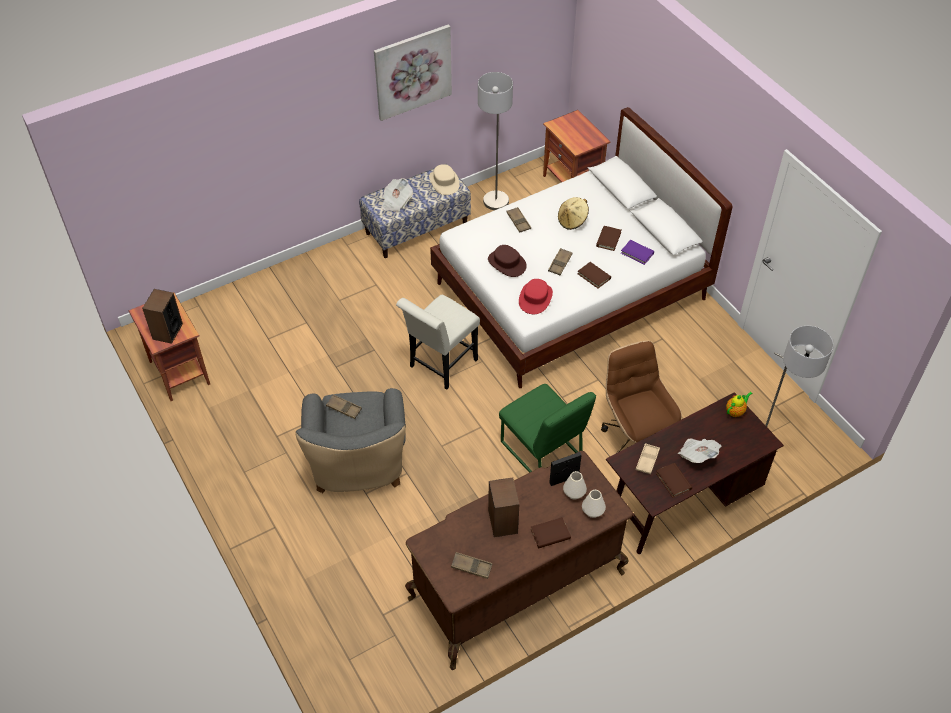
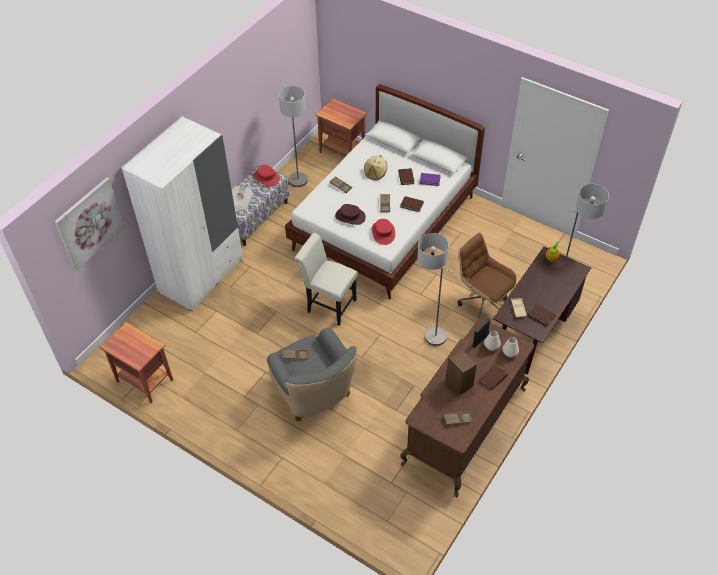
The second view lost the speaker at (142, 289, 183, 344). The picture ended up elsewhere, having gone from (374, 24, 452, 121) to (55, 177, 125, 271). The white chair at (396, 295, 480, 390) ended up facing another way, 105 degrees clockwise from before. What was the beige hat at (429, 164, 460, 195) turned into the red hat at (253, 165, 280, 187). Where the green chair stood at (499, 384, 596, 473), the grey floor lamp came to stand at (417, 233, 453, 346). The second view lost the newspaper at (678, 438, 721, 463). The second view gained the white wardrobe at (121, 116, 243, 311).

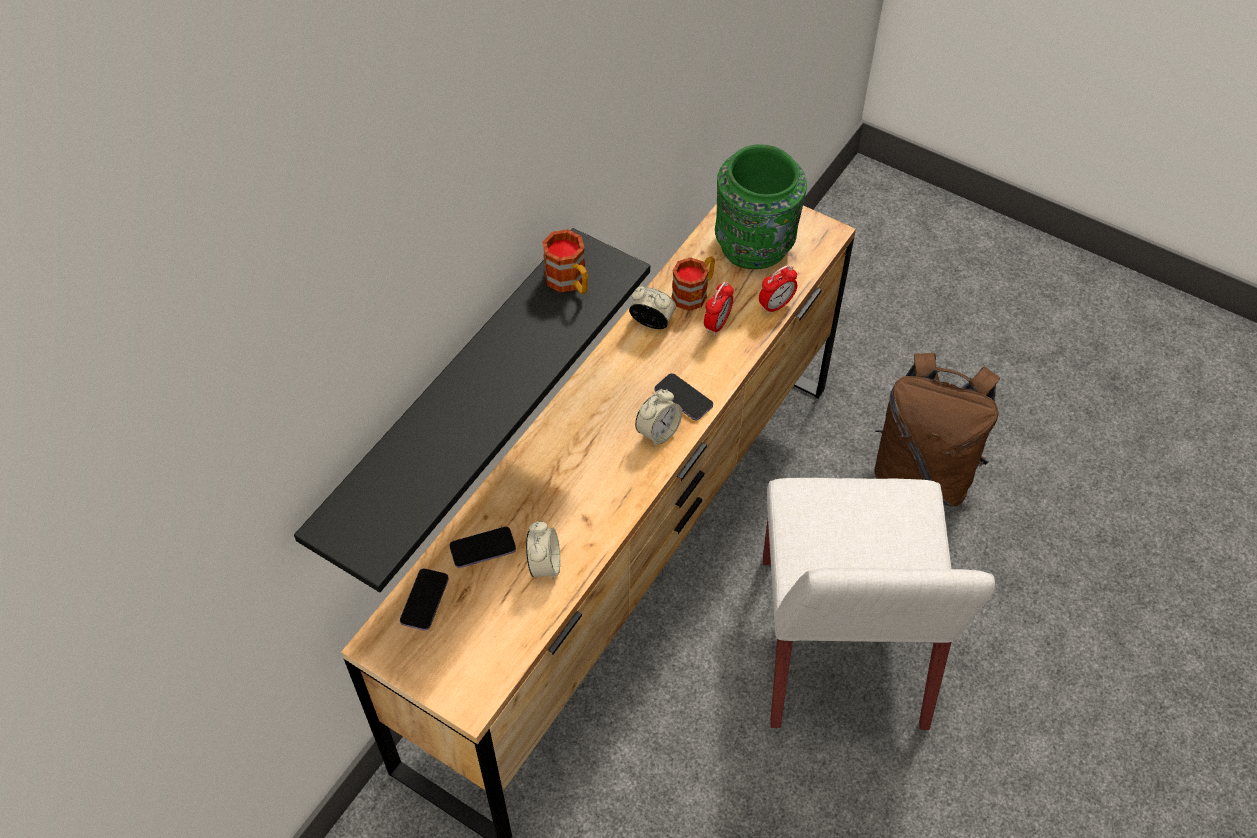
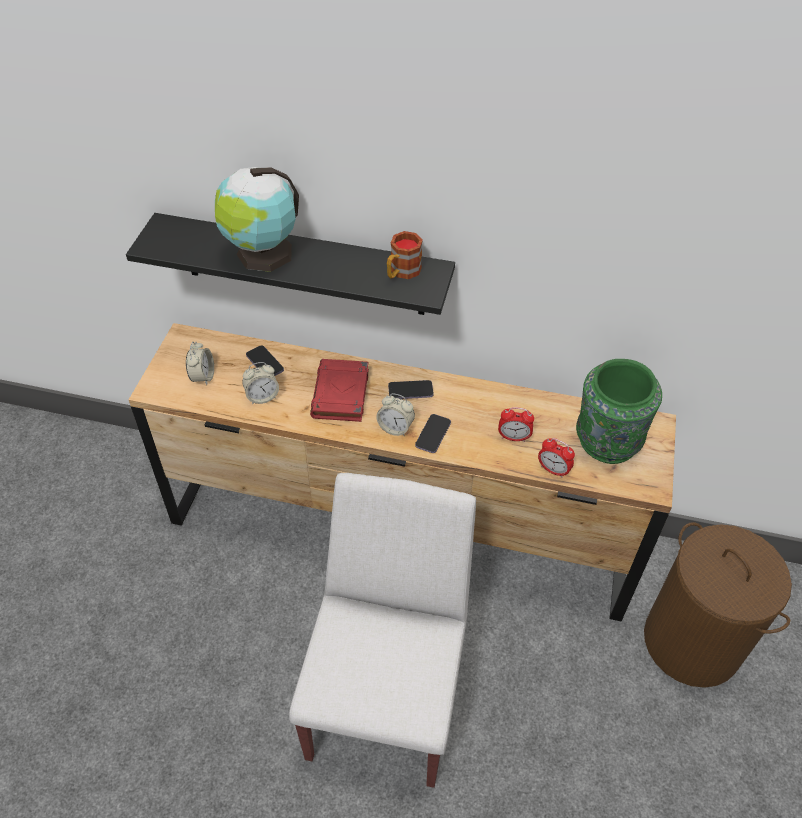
The phone ended up elsewhere, having gone from (400, 568, 449, 631) to (388, 380, 433, 399). The alarm clock ended up elsewhere, having gone from (629, 286, 676, 329) to (186, 342, 214, 385). The second view lost the mug at (672, 256, 715, 311). The white chair at (763, 478, 995, 730) ended up facing another way, 120 degrees clockwise from before. The second view lost the brown backpack at (874, 353, 1000, 507). The second view gained the globe at (215, 167, 299, 272). The second view gained the red book at (310, 359, 369, 422). The second view gained the brown laundry basket at (644, 522, 792, 688).

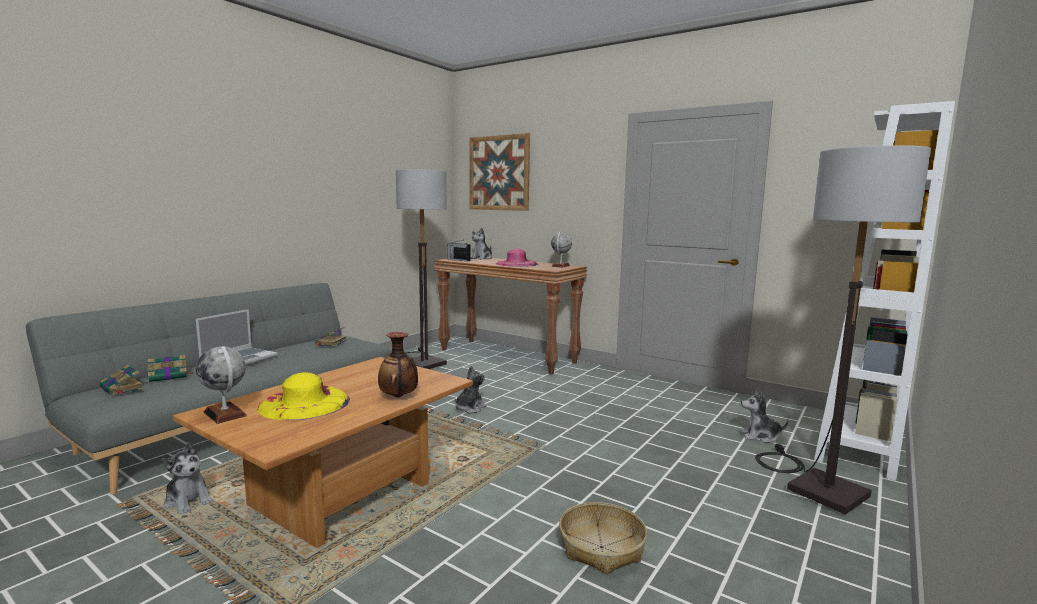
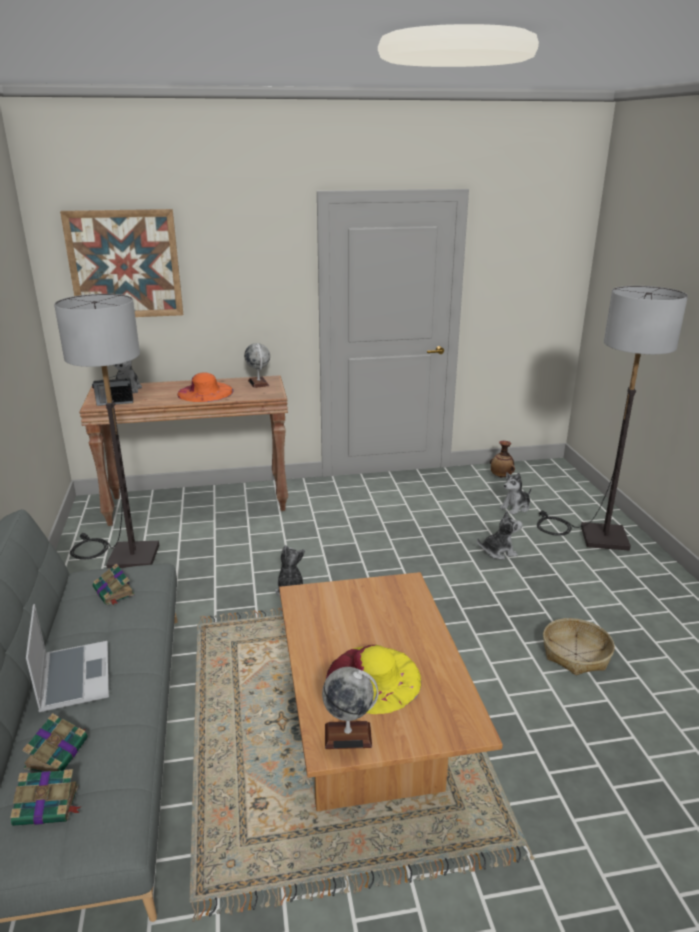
The plush toy ended up elsewhere, having gone from (162, 442, 213, 514) to (477, 511, 523, 560). The vase ended up elsewhere, having gone from (378, 332, 418, 398) to (490, 441, 515, 478). What was the pink hat at (496, 249, 538, 267) turned into the orange hat at (177, 372, 234, 402). The second view lost the white bookcase at (814, 101, 955, 481).

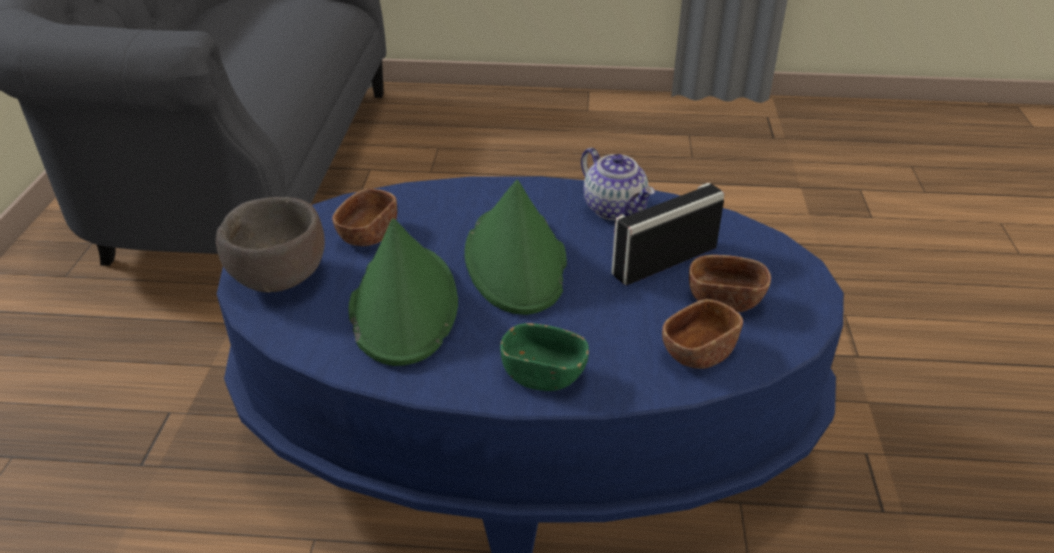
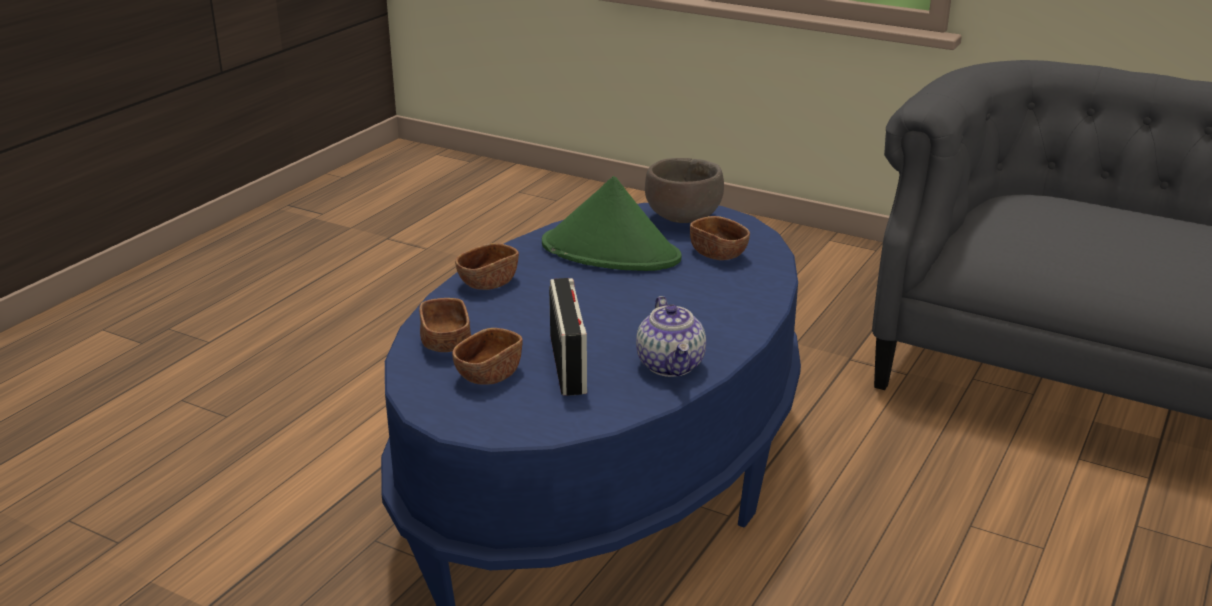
The second view lost the green hat at (464, 180, 567, 315). What was the green bowl at (500, 323, 589, 391) turned into the brown bowl at (455, 243, 519, 290). The teapot at (581, 148, 655, 220) ended up facing another way, 90 degrees counterclockwise from before.

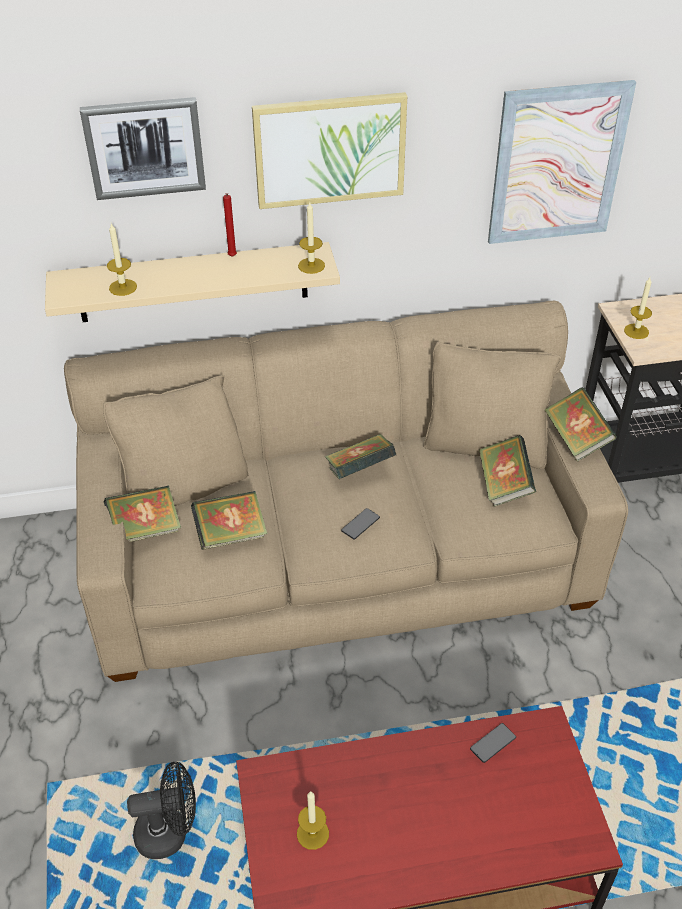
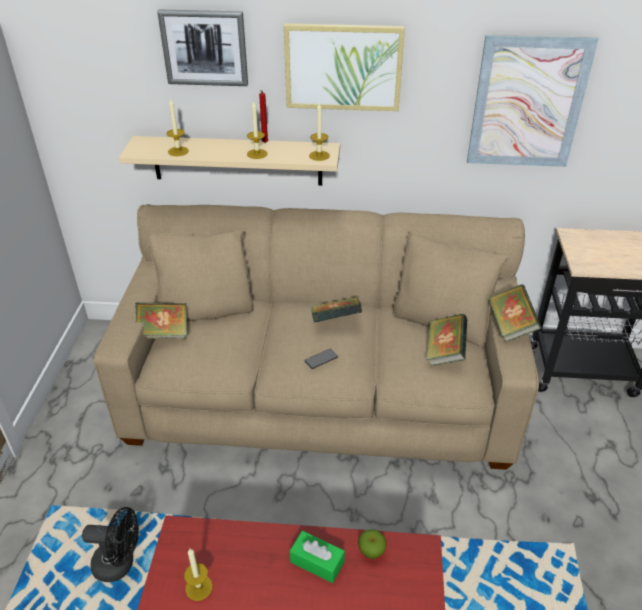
The second view lost the book at (191, 491, 268, 550). Where the phone stood at (470, 723, 516, 763), the apple came to stand at (358, 529, 386, 559). The candle ended up elsewhere, having gone from (624, 277, 652, 339) to (247, 100, 267, 159). The second view gained the green tissue box at (290, 531, 345, 583).

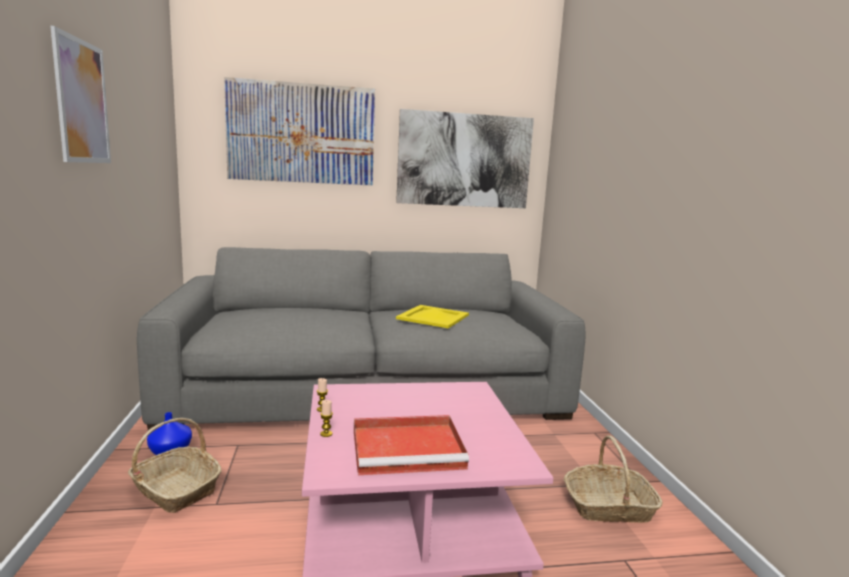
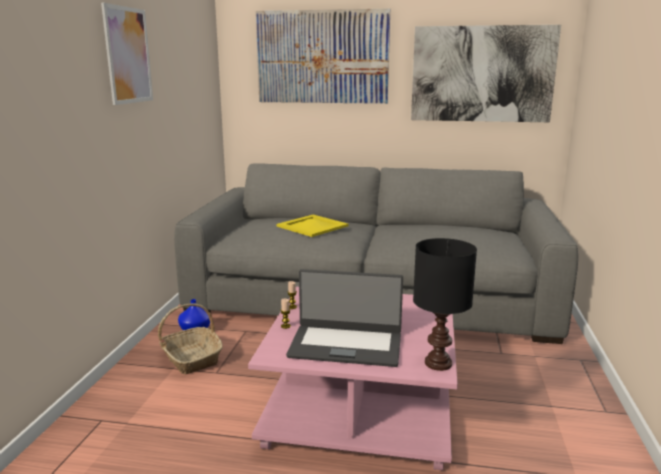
Where the red tray stood at (354, 415, 469, 475), the laptop came to stand at (286, 269, 403, 367). The yellow tray ended up elsewhere, having gone from (396, 305, 469, 328) to (277, 215, 348, 237). The second view lost the basket at (563, 435, 663, 523). The second view gained the black table lamp at (413, 238, 477, 371).

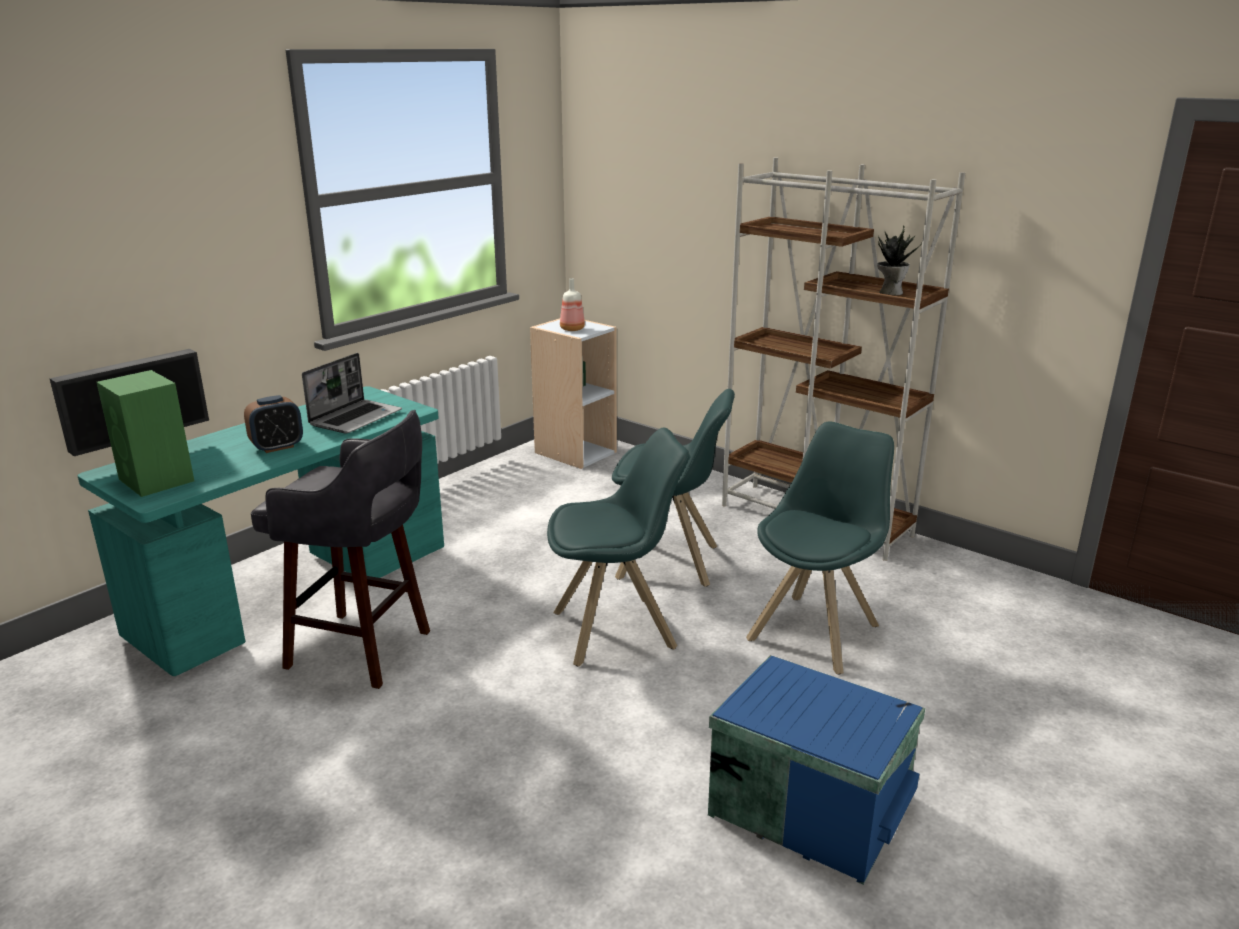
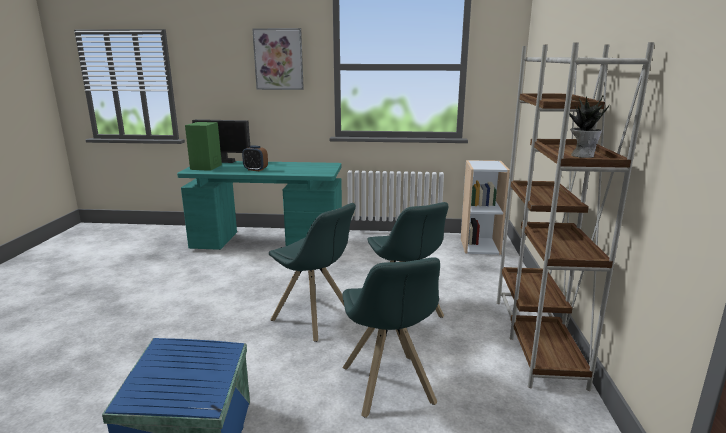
The second view lost the grey stool at (251, 410, 430, 689). The second view lost the laptop at (302, 353, 402, 434). The second view lost the bottle at (560, 278, 585, 331). The turquoise chair at (746, 421, 894, 674) ended up facing another way, 75 degrees clockwise from before. The second view gained the picture at (252, 28, 304, 90).

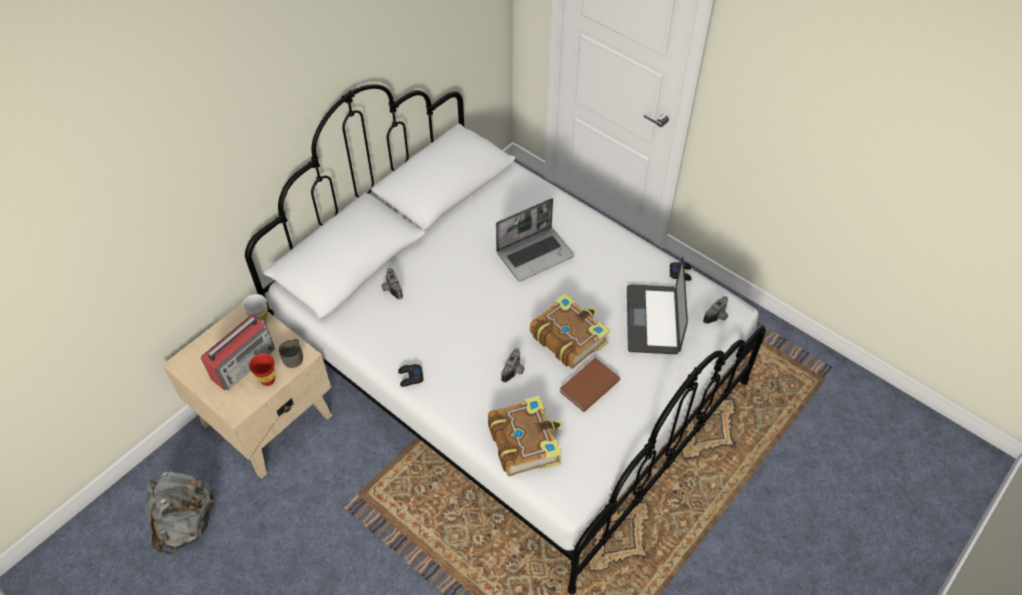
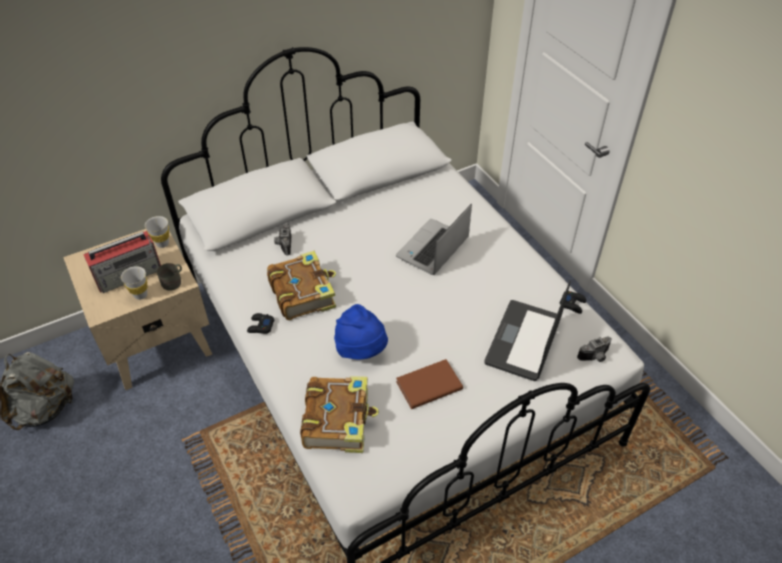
What was the red cup at (249, 353, 275, 386) turned into the white cup at (121, 266, 147, 300). The laptop at (496, 198, 574, 281) ended up facing another way, 135 degrees clockwise from before. Where the photo camera stood at (501, 348, 524, 382), the blue hat came to stand at (334, 304, 388, 359). The book ended up elsewhere, having gone from (530, 293, 610, 369) to (267, 251, 336, 320).

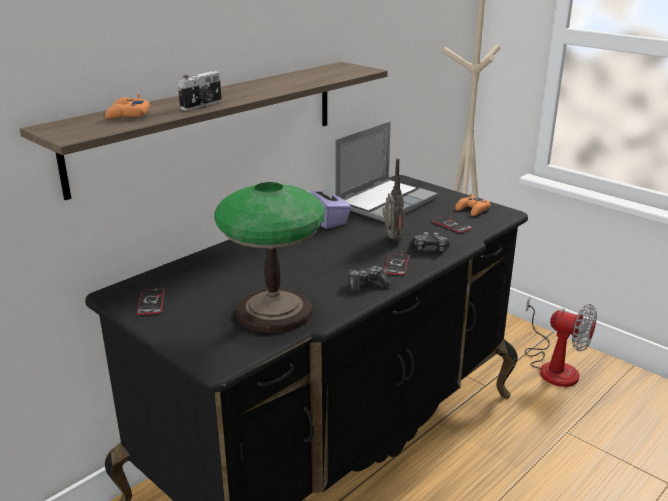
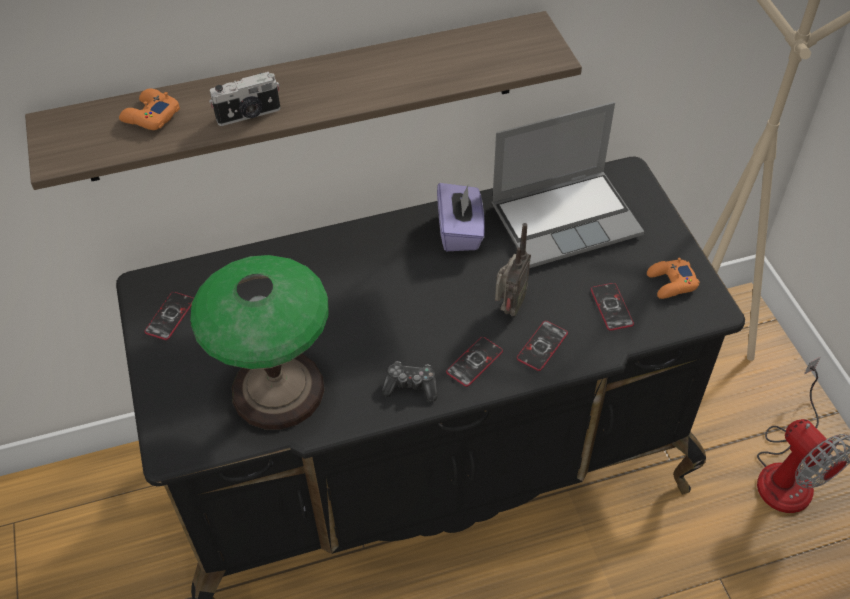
Where the game controller stood at (410, 232, 450, 251), the phone came to stand at (517, 321, 568, 371).

